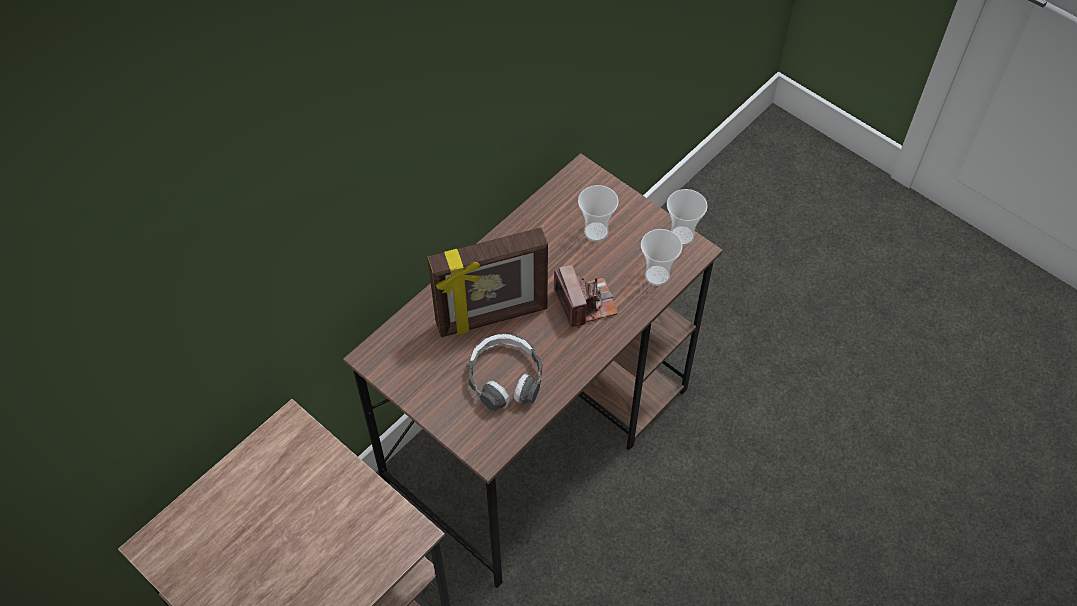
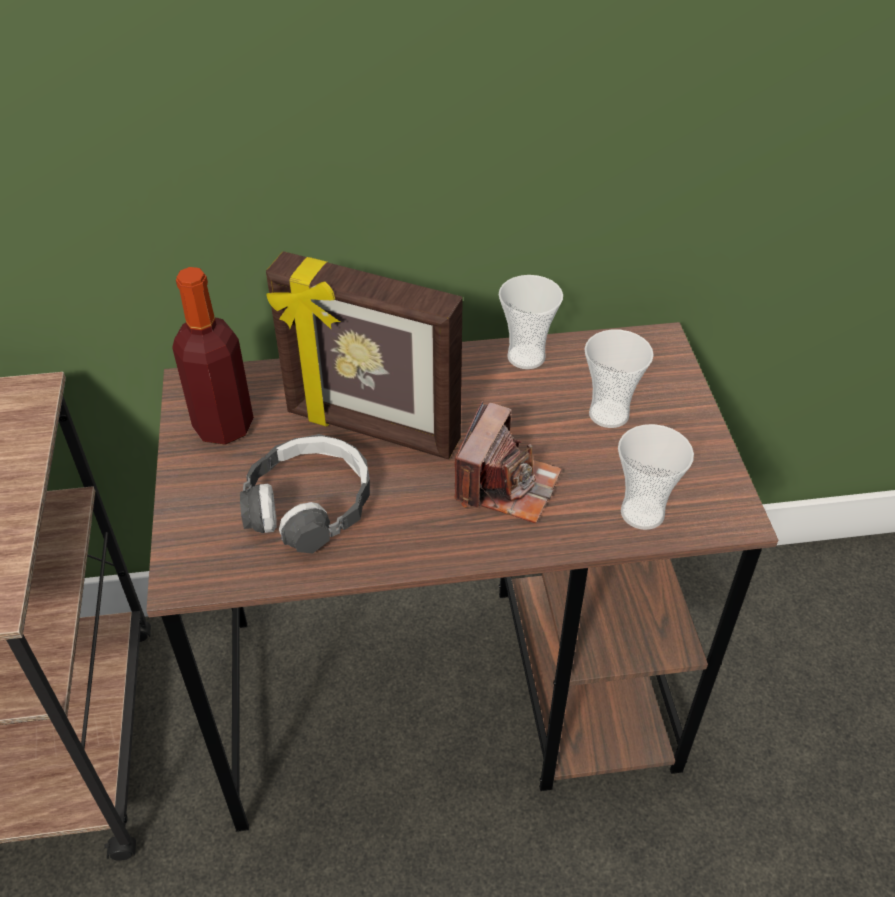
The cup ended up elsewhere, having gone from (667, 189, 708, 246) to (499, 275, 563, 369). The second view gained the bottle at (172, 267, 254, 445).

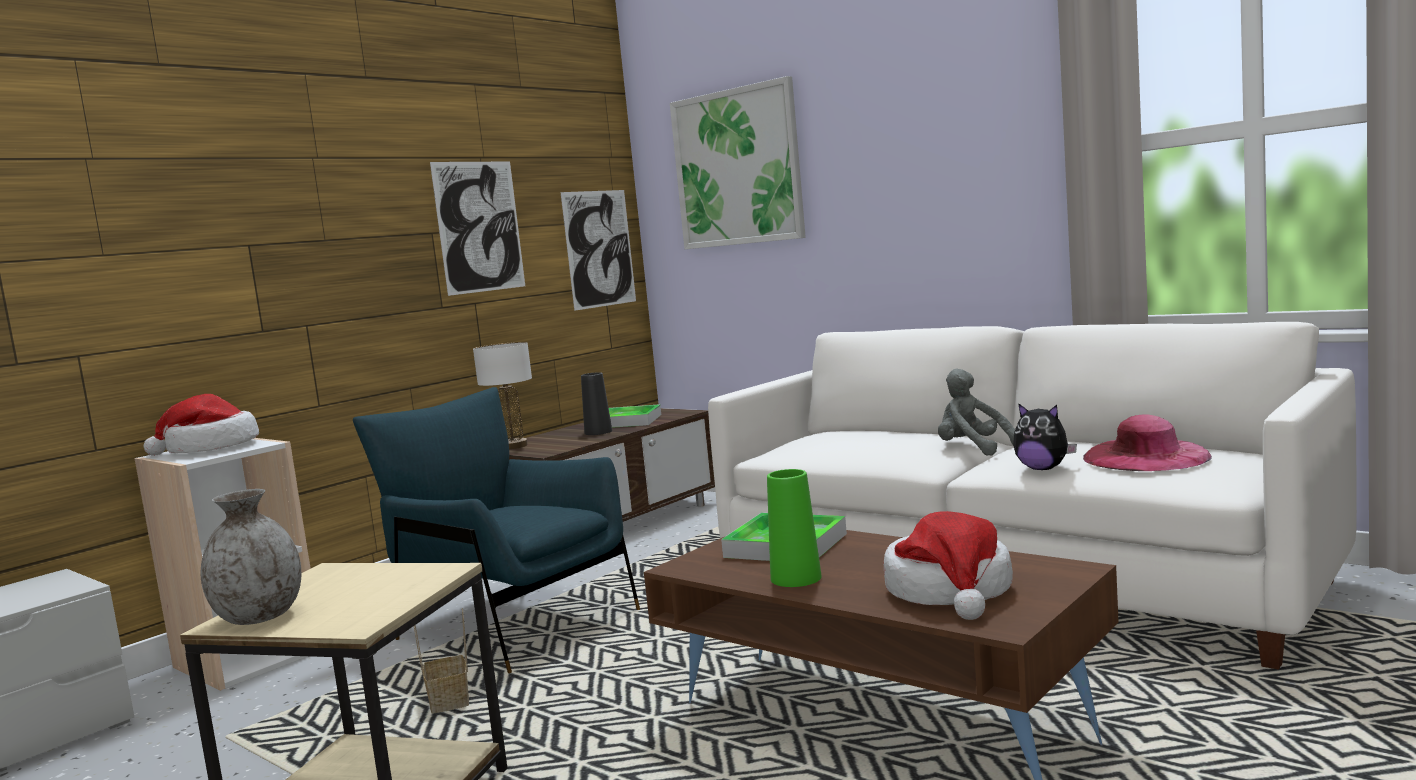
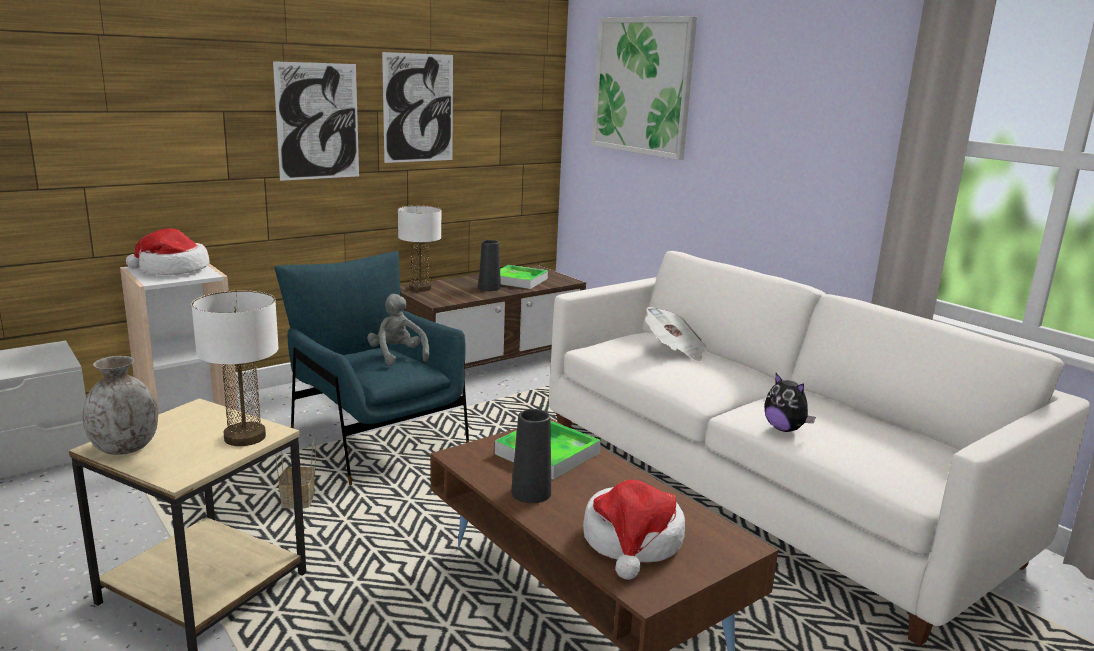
The picture ended up elsewhere, having gone from (560, 190, 636, 311) to (273, 61, 359, 181). What was the green vase at (767, 469, 822, 587) turned into the black vase at (511, 409, 551, 503). The grey plush toy ended up elsewhere, having gone from (938, 369, 1015, 456) to (367, 294, 429, 366). The second view lost the pink hat at (1083, 414, 1212, 471). The second view gained the table lamp at (191, 291, 279, 446). The second view gained the newspaper at (645, 307, 707, 361).

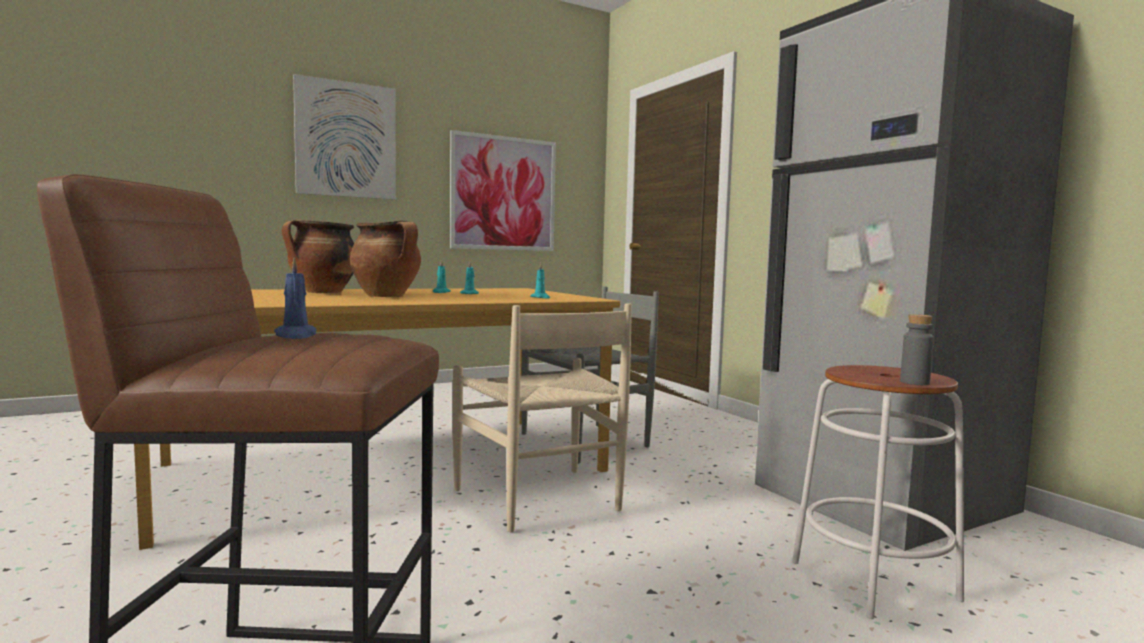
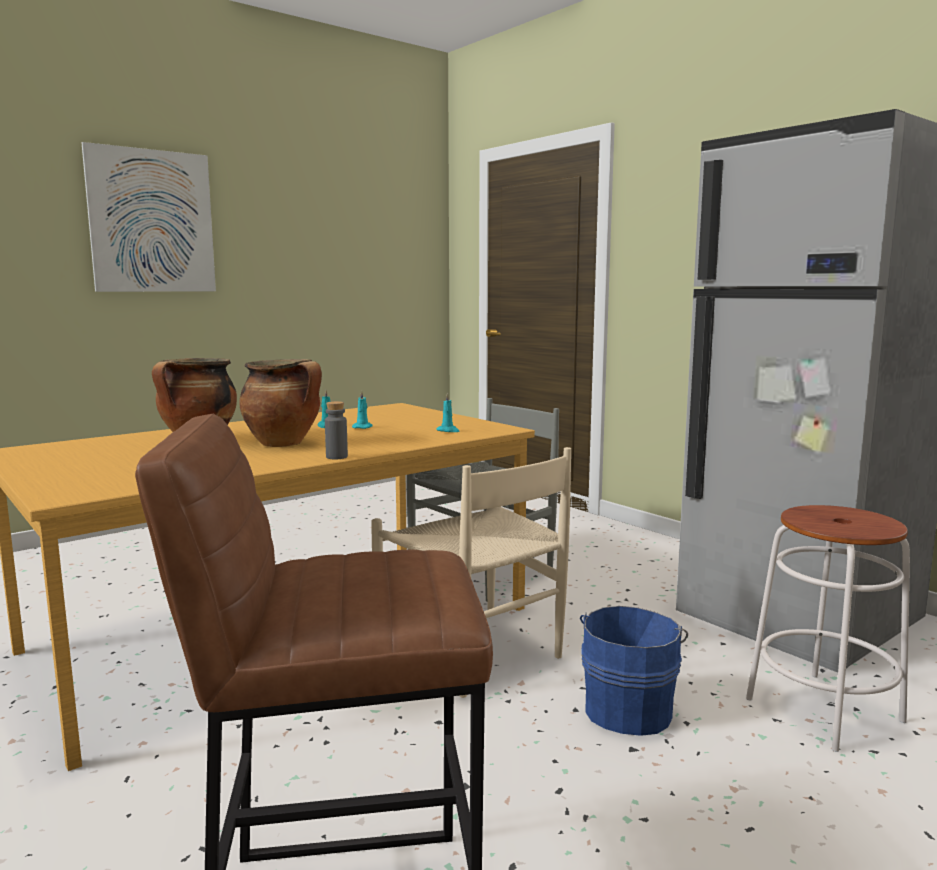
The second view lost the blue candle at (274, 257, 316, 339). The second view lost the picture at (450, 130, 556, 251). The grey bottle ended up elsewhere, having gone from (900, 314, 934, 385) to (325, 401, 348, 459). The second view gained the blue bucket at (580, 606, 688, 736).

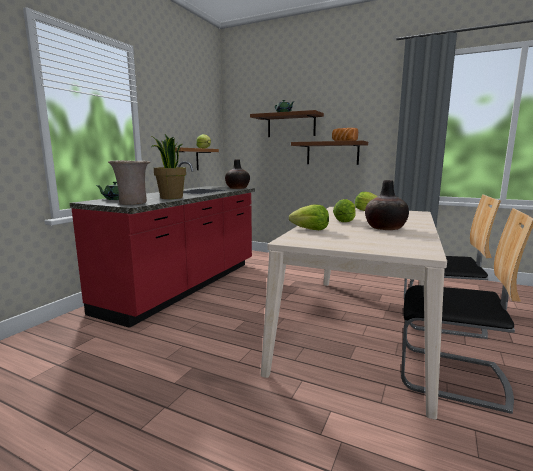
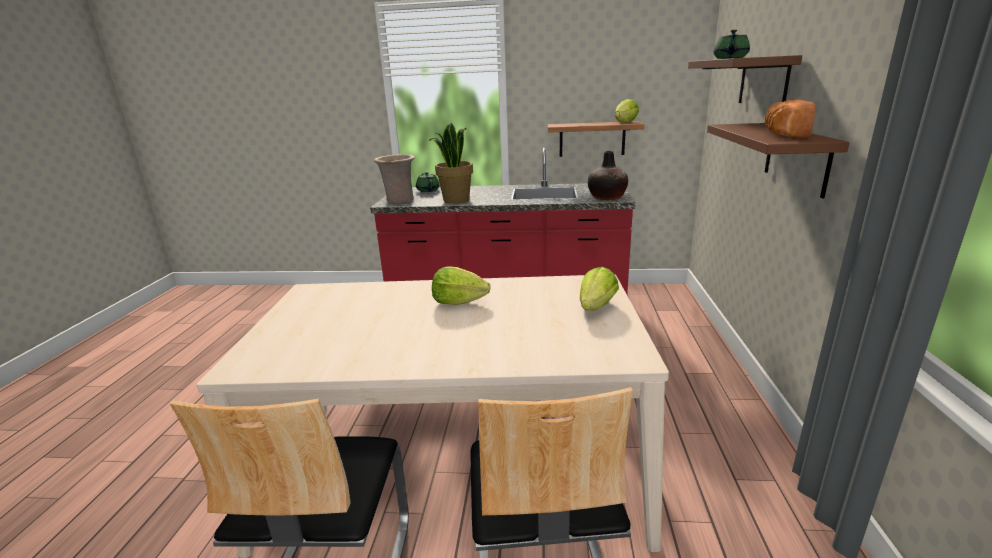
The second view lost the lettuce at (289, 205, 329, 230). The second view lost the vase at (365, 180, 409, 230).

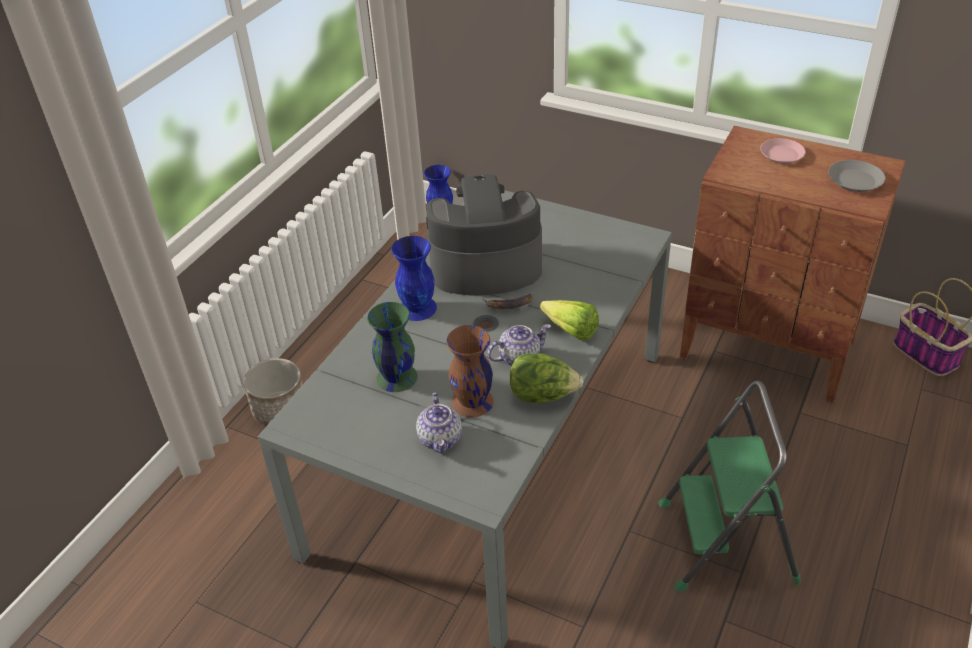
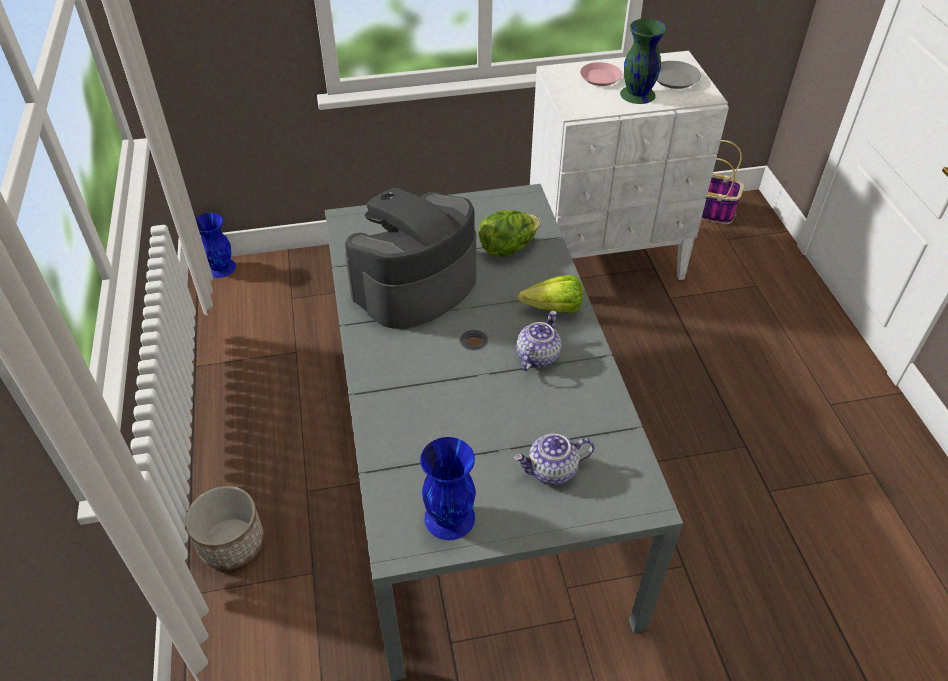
The green vase ended up elsewhere, having gone from (367, 302, 418, 392) to (620, 18, 667, 104). The blue vase ended up elsewhere, having gone from (391, 236, 437, 321) to (420, 437, 476, 540). The teapot at (416, 393, 462, 454) ended up facing another way, 120 degrees clockwise from before. The second view lost the brown vase at (446, 325, 494, 418). The second view lost the banana at (483, 294, 533, 309). The lettuce ended up elsewhere, having gone from (510, 353, 584, 403) to (478, 210, 541, 257). The second view lost the green step ladder at (658, 381, 801, 592). What was the brown dresser at (680, 126, 905, 403) turned into the white dresser at (530, 51, 729, 280).

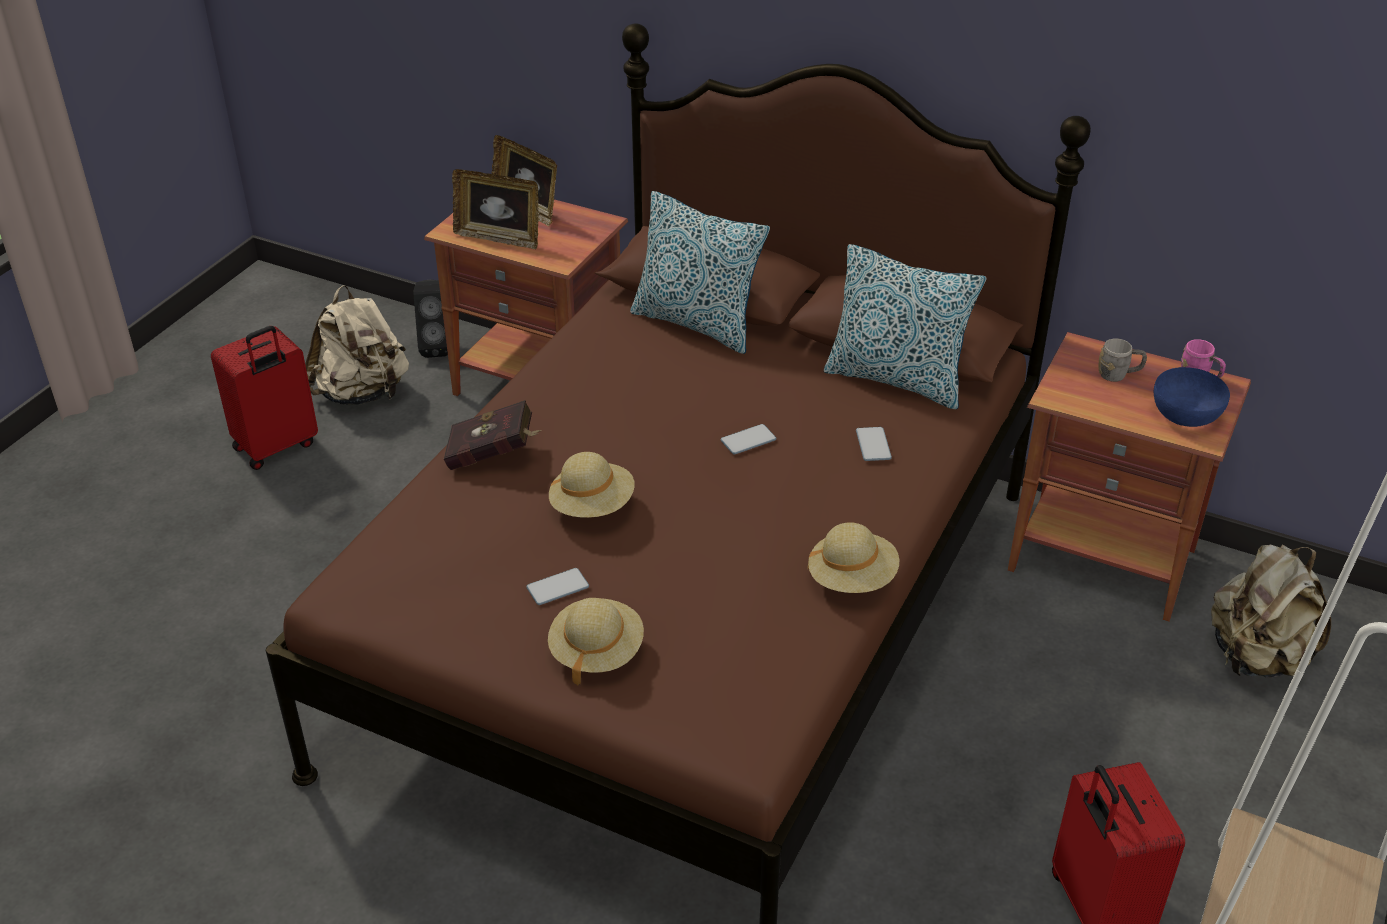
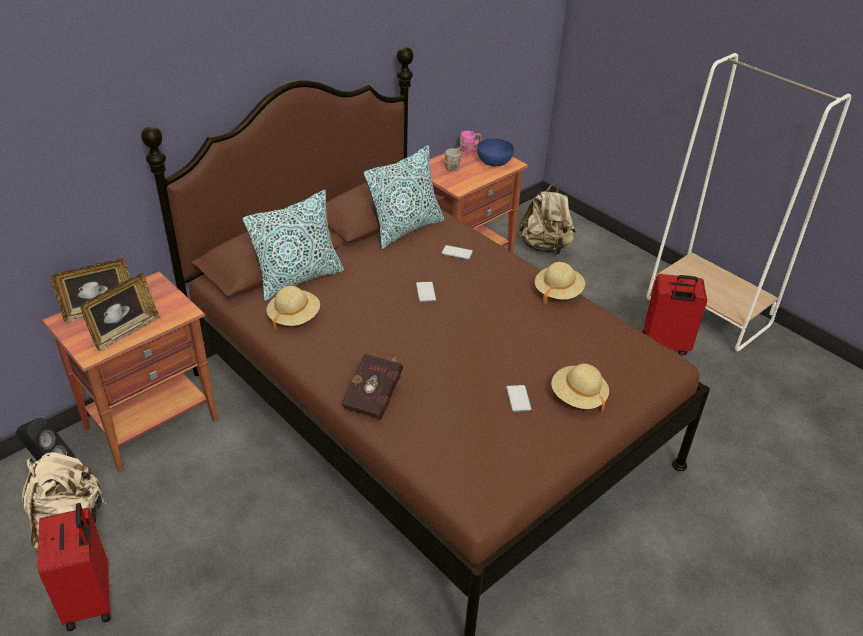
The beige hat ended up elsewhere, having gone from (549, 452, 635, 518) to (266, 286, 320, 331).

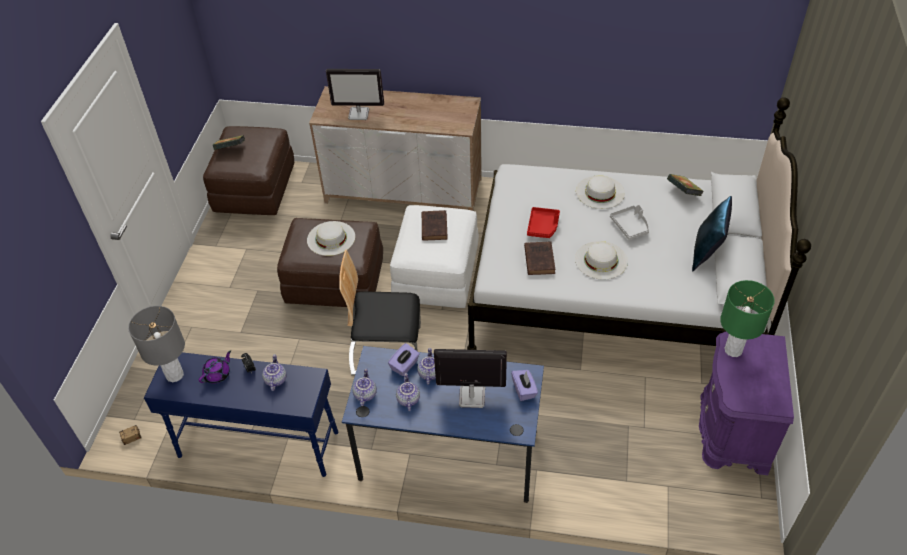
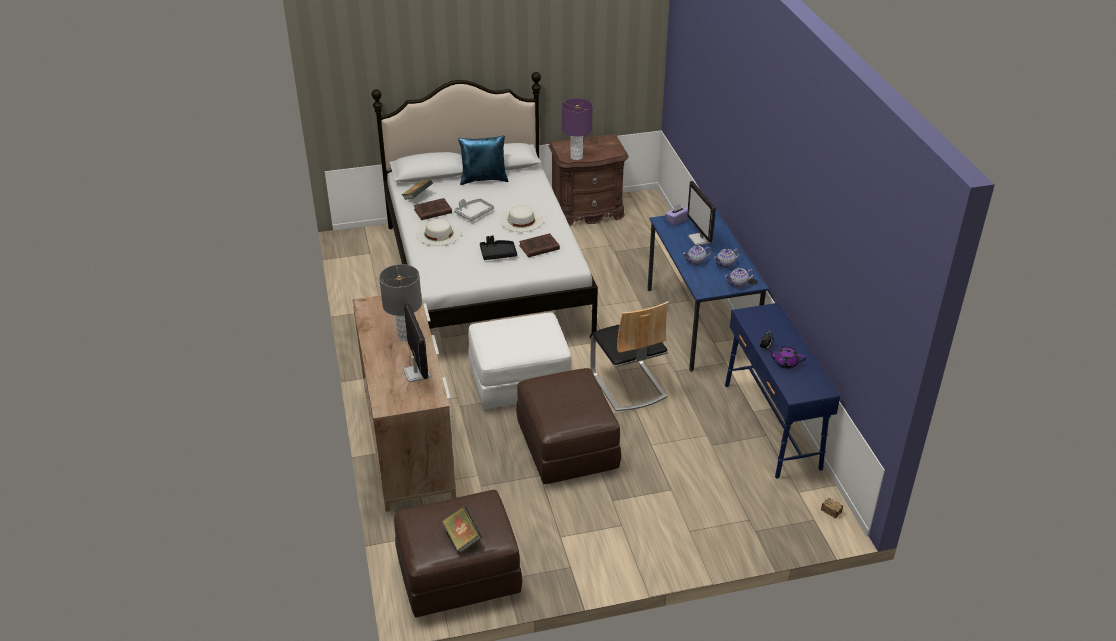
The grey table lamp ended up elsewhere, having gone from (128, 306, 185, 382) to (379, 264, 422, 341). The second view lost the teapot at (262, 354, 286, 391). The second view lost the white hat at (307, 221, 355, 256). The second view lost the purple tissue box at (388, 343, 420, 376). The brown book ended up elsewhere, having gone from (422, 210, 448, 241) to (414, 198, 452, 220). What was the red tray at (527, 207, 560, 238) turned into the black tray at (480, 236, 517, 260). What was the purple nightstand at (699, 332, 794, 475) turned into the brown nightstand at (549, 134, 629, 226). What was the green table lamp at (720, 280, 775, 357) turned into the purple table lamp at (562, 98, 593, 160).

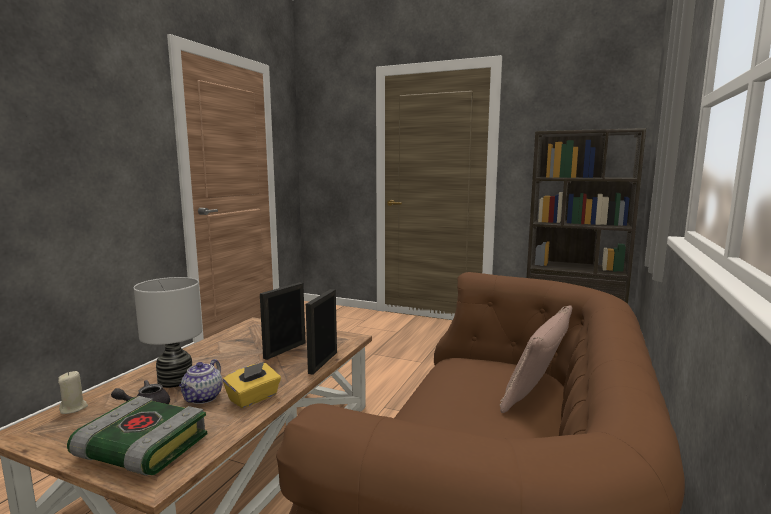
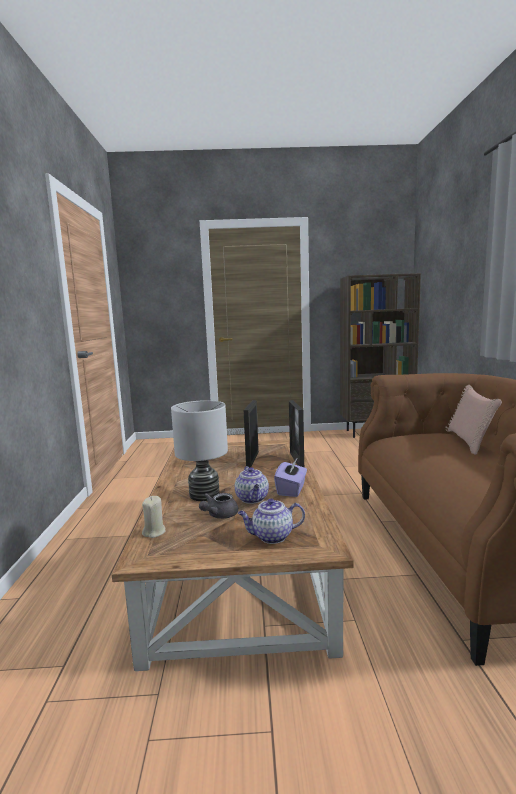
Where the book stood at (67, 396, 207, 475), the teapot came to stand at (238, 498, 305, 544). What was the yellow tissue box at (223, 362, 281, 408) turned into the purple tissue box at (274, 459, 307, 497).

